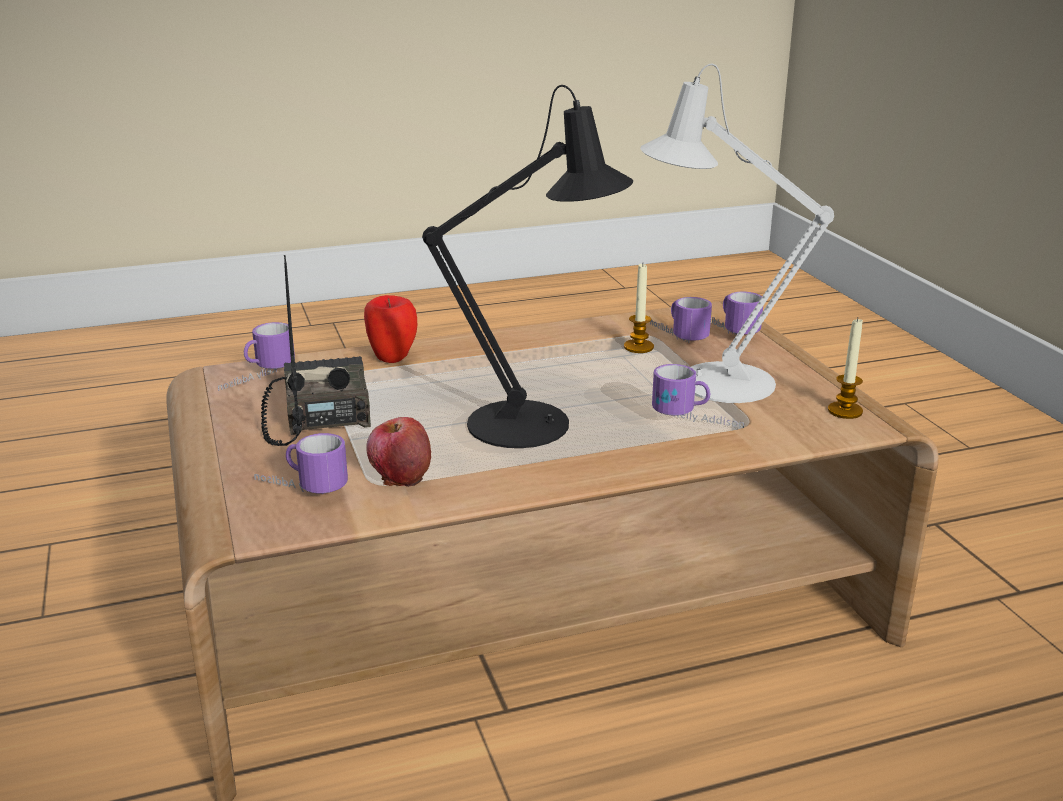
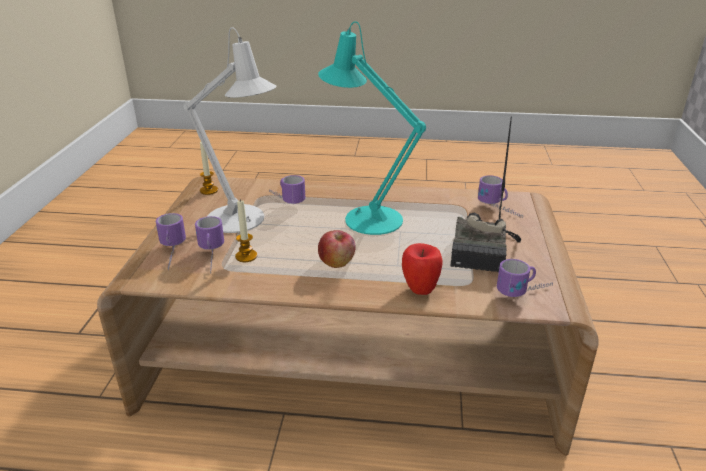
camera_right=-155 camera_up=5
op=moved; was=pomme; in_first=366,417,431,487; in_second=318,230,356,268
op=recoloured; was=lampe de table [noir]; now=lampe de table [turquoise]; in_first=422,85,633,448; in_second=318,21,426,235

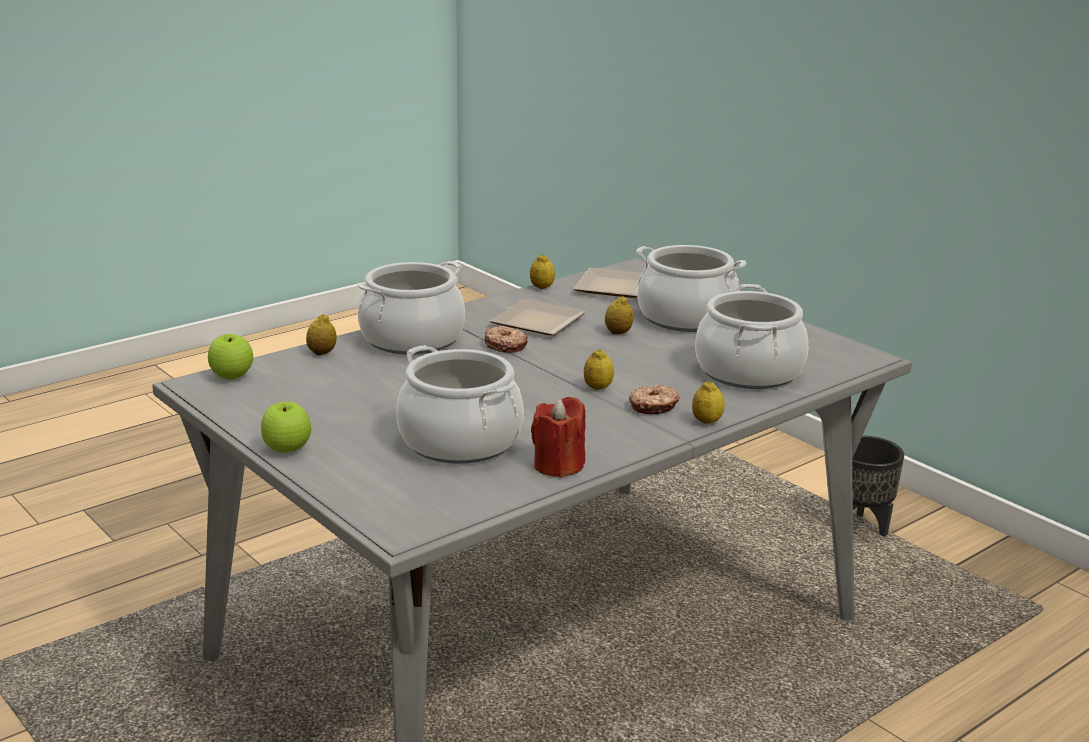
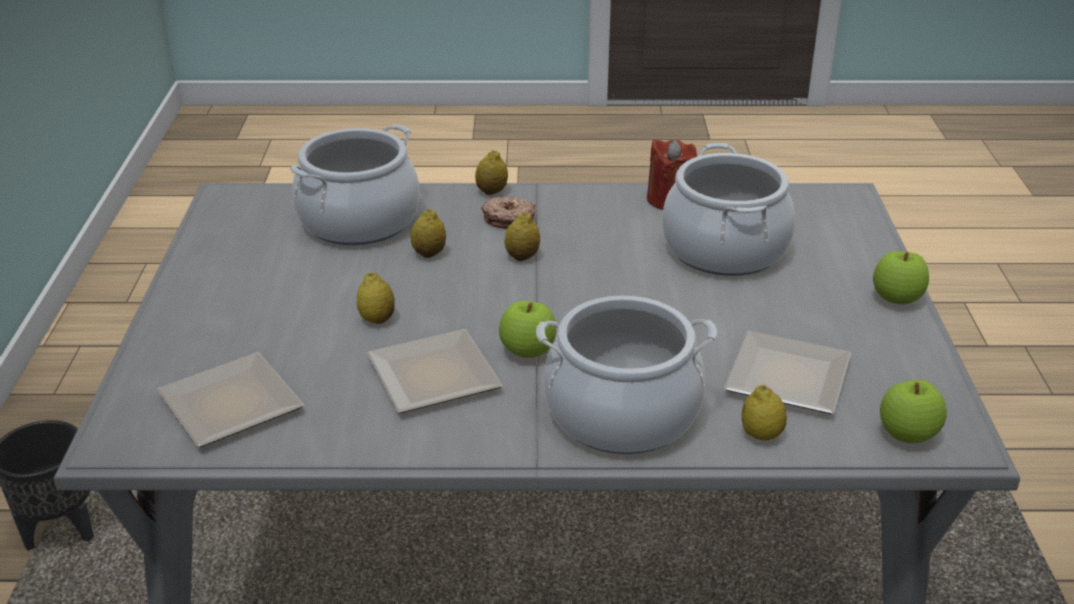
camera_right=-140 camera_up=10
op=removed; was=marmite; in_first=636,245,747,332
op=added; now=assiette; in_second=724,331,851,414
op=moved; was=citron; in_first=530,254,555,289; in_second=411,209,446,258
op=replaced; was=beignet; now=pomme; in_first=485,326,528,353; in_second=499,301,556,358

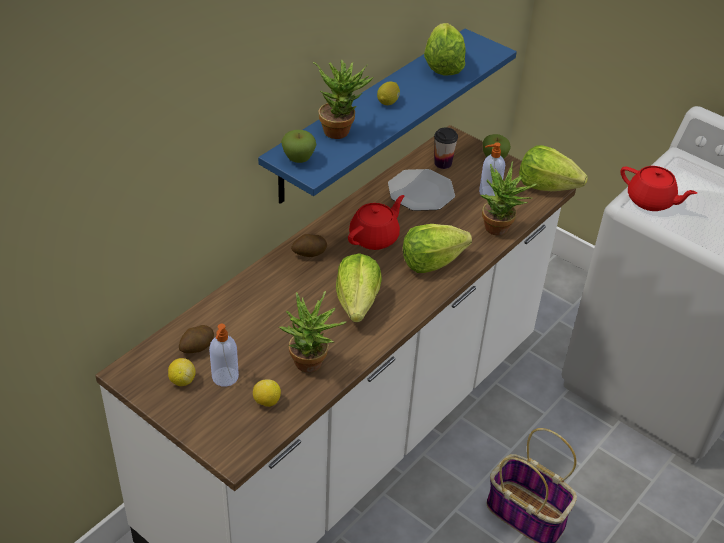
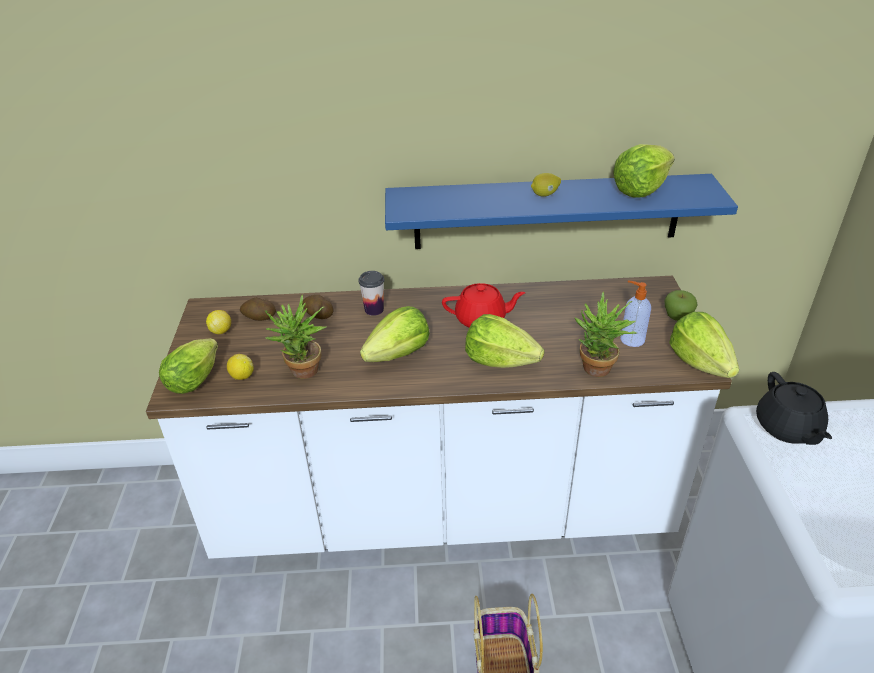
camera_right=50 camera_up=-5
op=removed; was=distributeur de savon; in_first=209,324,239,387
op=removed; was=pomme; in_first=281,130,317,163
op=removed; was=plante en pot; in_first=313,59,374,139
op=removed; was=assiette; in_first=388,169,455,211
op=added; now=laitue; in_second=159,338,218,394
op=moved; was=pomme de terre; in_first=291,234,327,257; in_second=303,295,334,319
op=moved; was=tasse; in_first=434,127,458,169; in_second=358,271,384,316
op=recoloured; was=théière [rouge]; now=théière [noir]; in_first=620,166,697,211; in_second=756,372,832,445

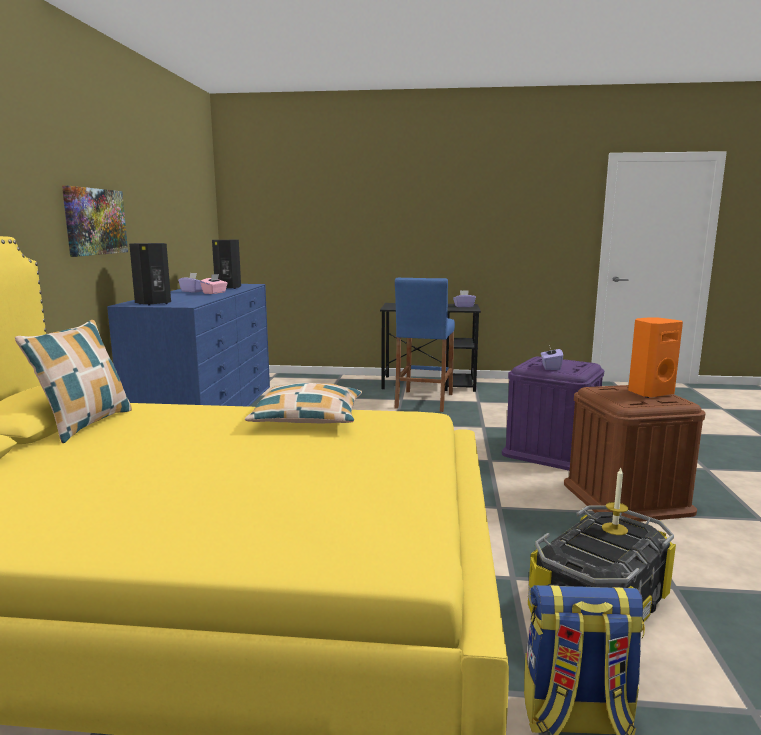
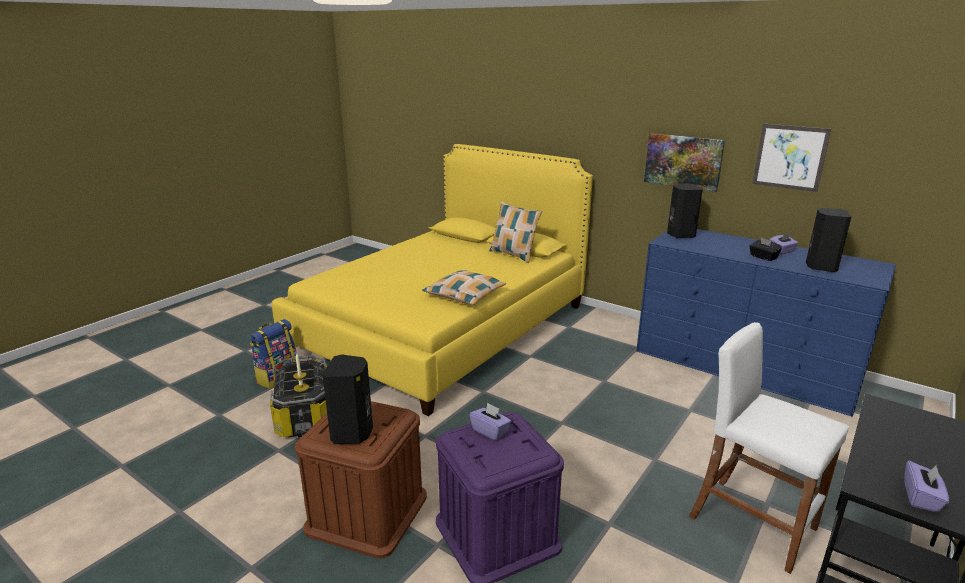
camera_right=120 camera_up=10
op=added; now=tableau; in_second=752,124,831,192
op=recoloured; was=boîte à mouchoirs [rose]; now=boîte à mouchoirs [noir]; in_first=200,274,228,294; in_second=749,238,782,261
op=recoloured; was=tabouret [bleu]; now=tabouret [blanc]; in_first=395,278,455,412; in_second=689,322,849,574
op=recoloured; was=enceinte [orange]; now=enceinte [noir]; in_first=628,317,683,398; in_second=322,354,373,444

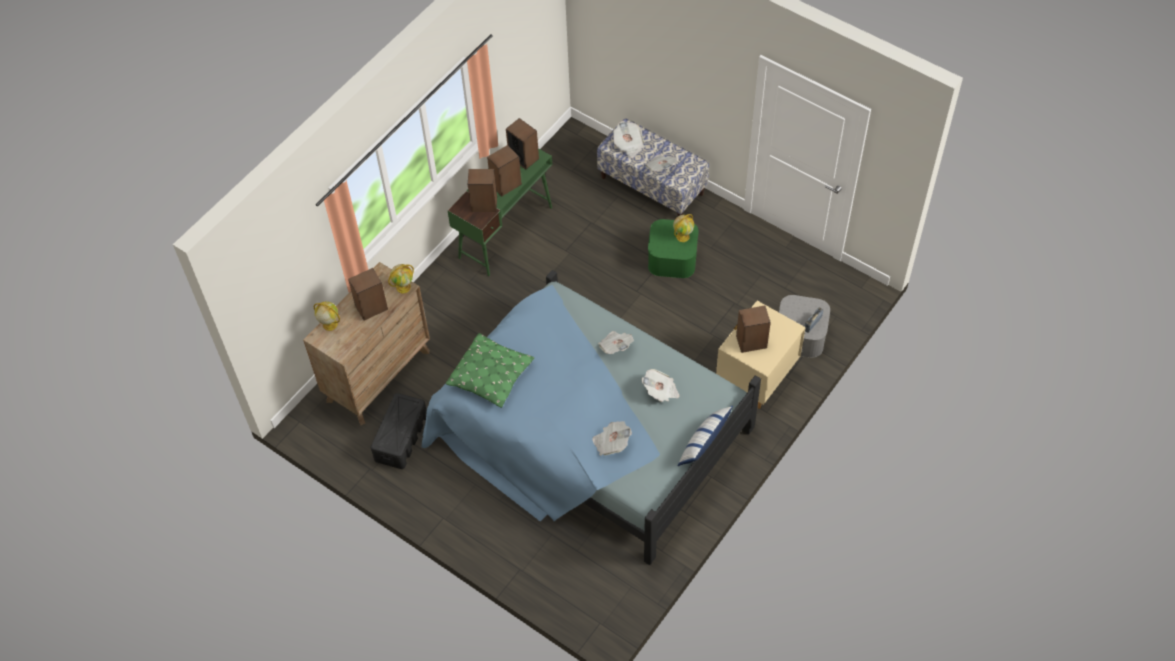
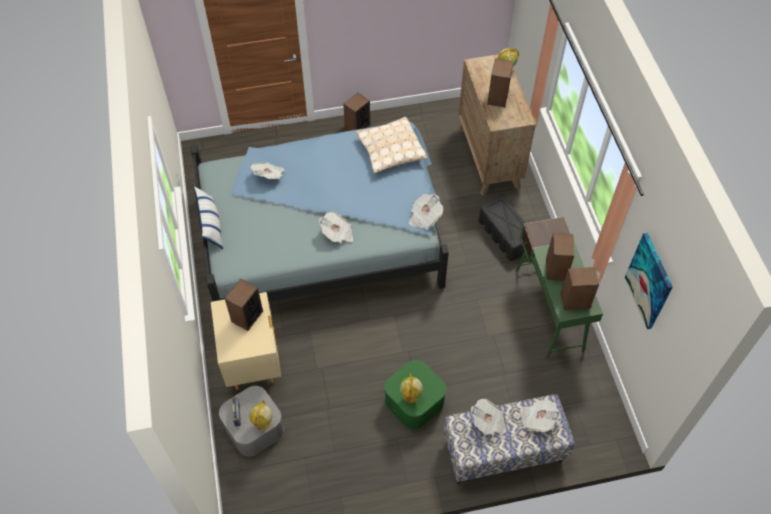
camera_right=130 camera_up=0
op=added; now=tableau; in_second=625,233,673,329
op=moved; was=boîte de rangement [noir]; in_first=371,393,427,469; in_second=479,196,525,261
op=moved; was=globe; in_first=388,264,414,293; in_second=249,400,273,430
op=moved; was=enceinte; in_first=468,169,497,212; in_second=343,93,370,131
op=moved; was=journal; in_first=642,369,680,402; in_second=409,194,443,230
op=recoloured; was=coussin [vert]; now=coussin [beige]; in_first=446,333,534,408; in_second=356,117,427,173

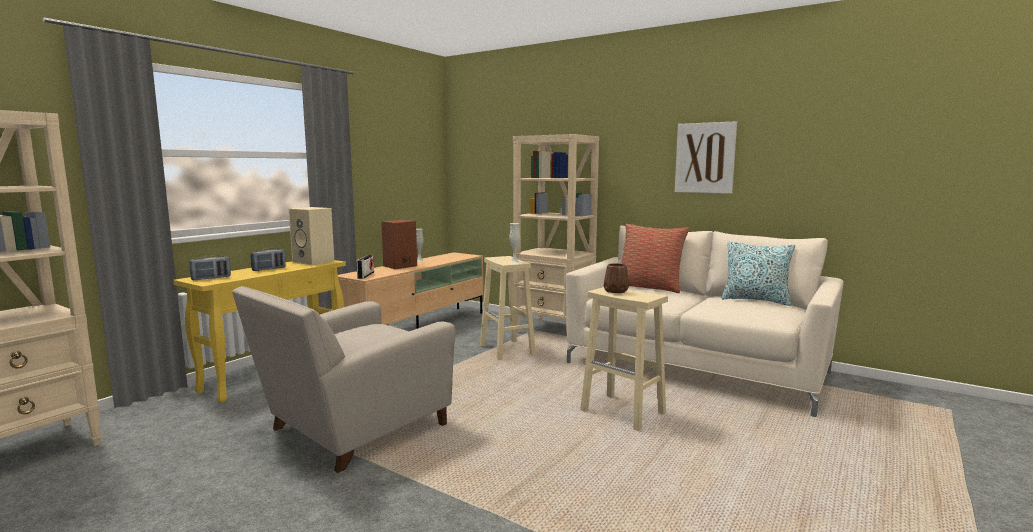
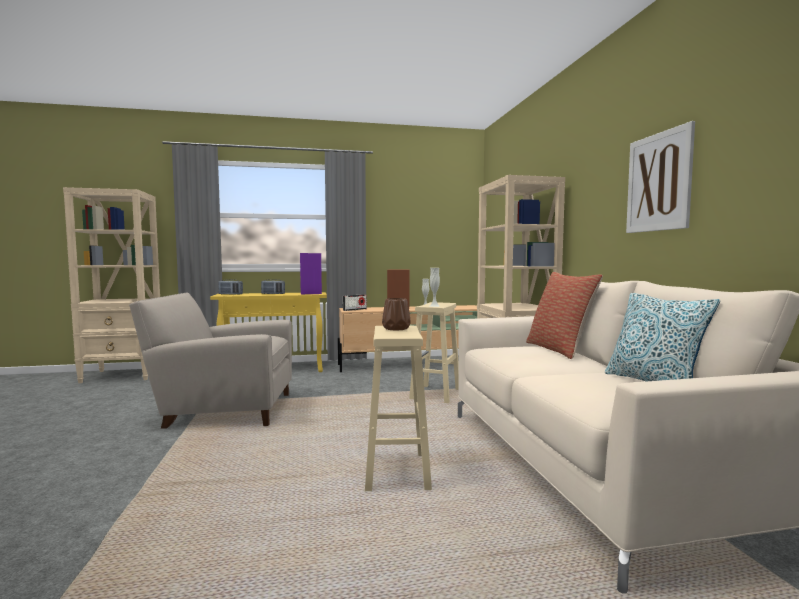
camera_right=45 camera_up=-5
op=recoloured; was=enceinte [beige]; now=enceinte [violet]; in_first=289,207,334,265; in_second=300,253,322,294

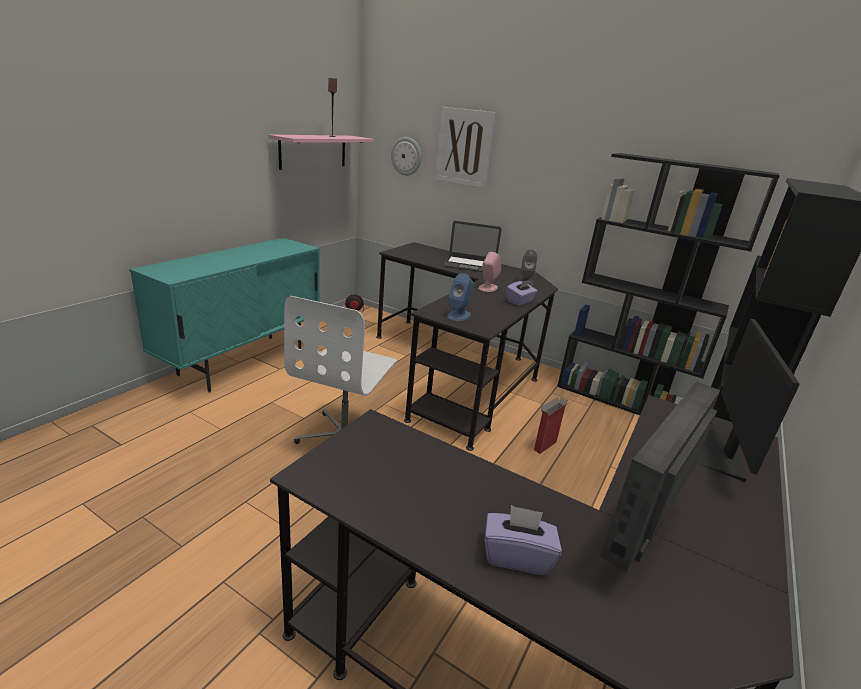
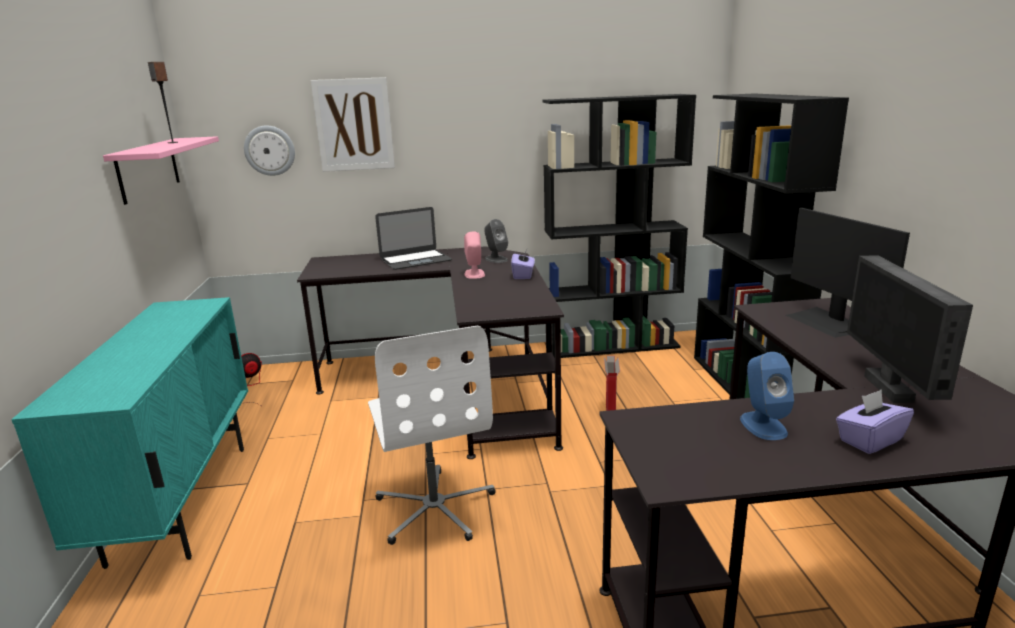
camera_right=-35 camera_up=-5
op=moved; was=enceinte [bleu]; in_first=447,273,474,321; in_second=740,352,794,440

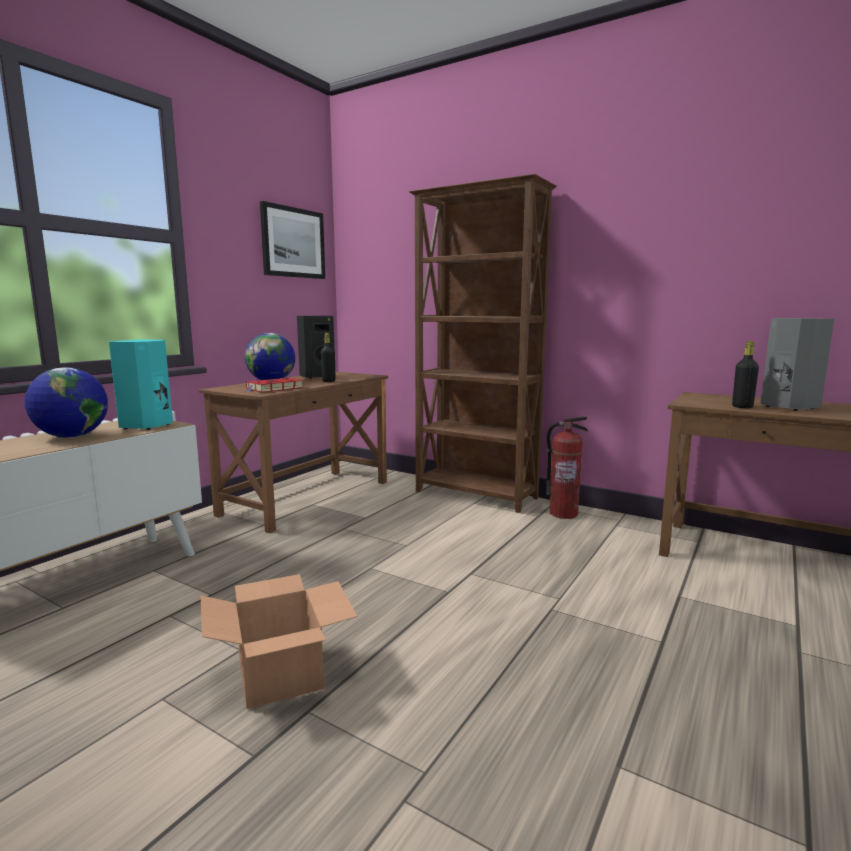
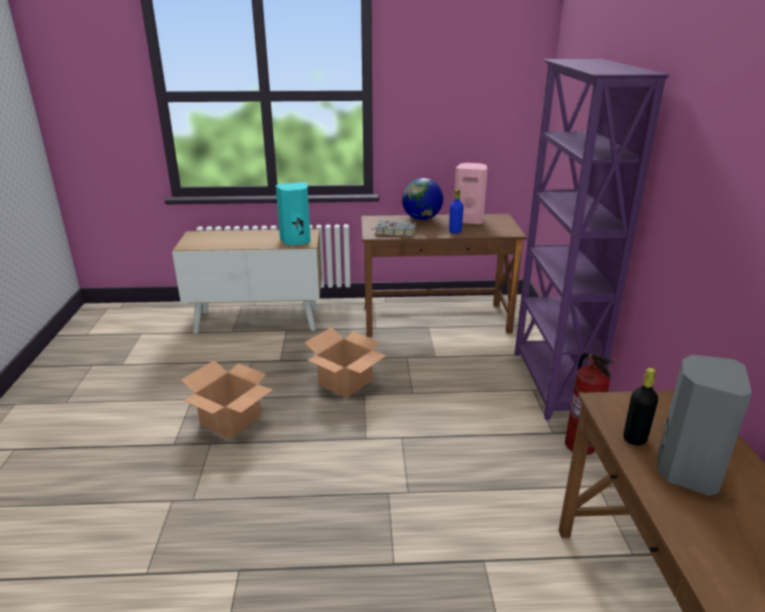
camera_right=55 camera_up=15
op=removed; was=globe; in_first=25,368,108,438
op=removed; was=tableau; in_first=260,201,325,279
op=added; now=carton; in_second=304,327,387,398
op=recoloured; was=livre [rouge]; now=livre [gris]; in_first=244,378,304,392; in_second=370,220,416,236
op=recoloured; was=enceinte [noir]; now=enceinte [rose]; in_first=297,316,334,379; in_second=454,163,487,224
op=recoloured; was=bouteille [noir]; now=bouteille [bleu]; in_first=321,333,335,382; in_second=449,189,464,234
op=recoloured; was=bibliothèque [marron]; now=bibliothèque [violet]; in_first=409,174,557,513; in_second=515,59,669,420

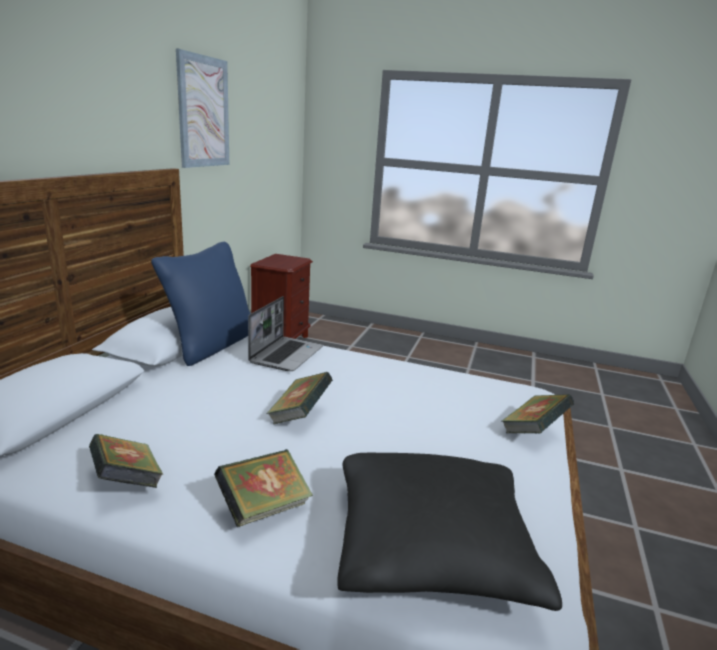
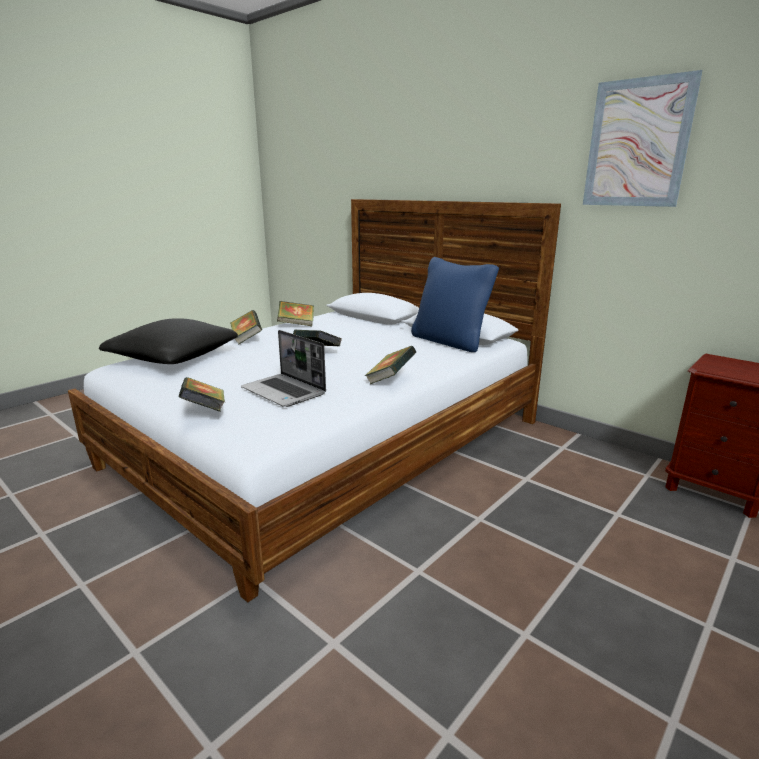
camera_right=115 camera_up=0
op=added; now=livre; in_second=364,346,417,384
op=moved; was=ordinateur portable; in_first=248,296,323,371; in_second=241,330,326,407

